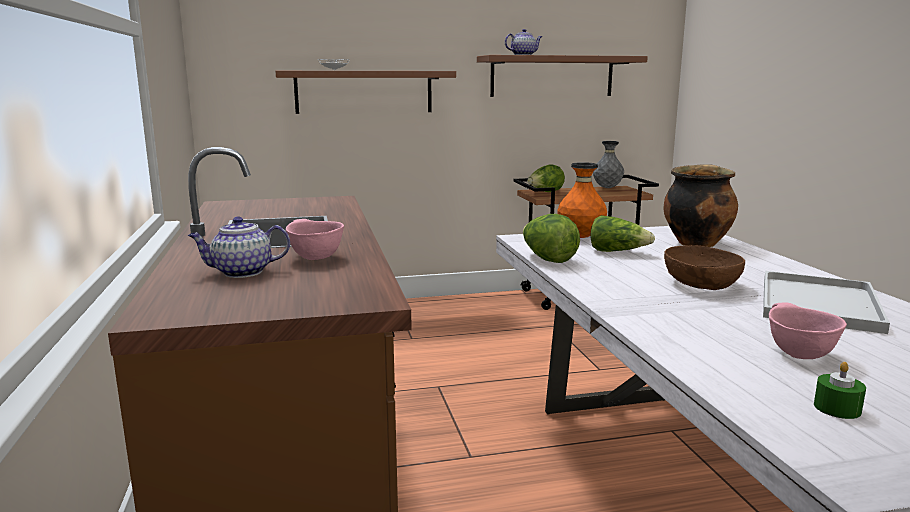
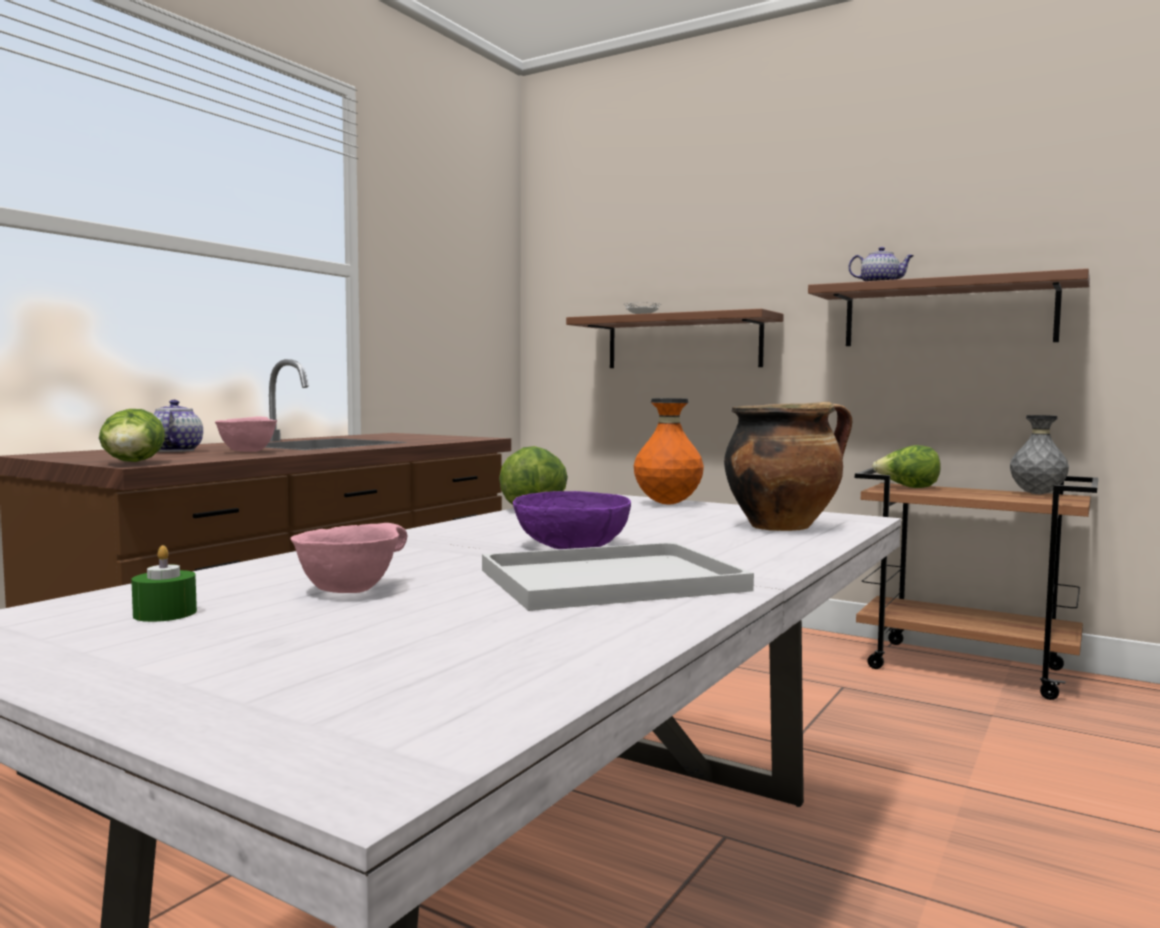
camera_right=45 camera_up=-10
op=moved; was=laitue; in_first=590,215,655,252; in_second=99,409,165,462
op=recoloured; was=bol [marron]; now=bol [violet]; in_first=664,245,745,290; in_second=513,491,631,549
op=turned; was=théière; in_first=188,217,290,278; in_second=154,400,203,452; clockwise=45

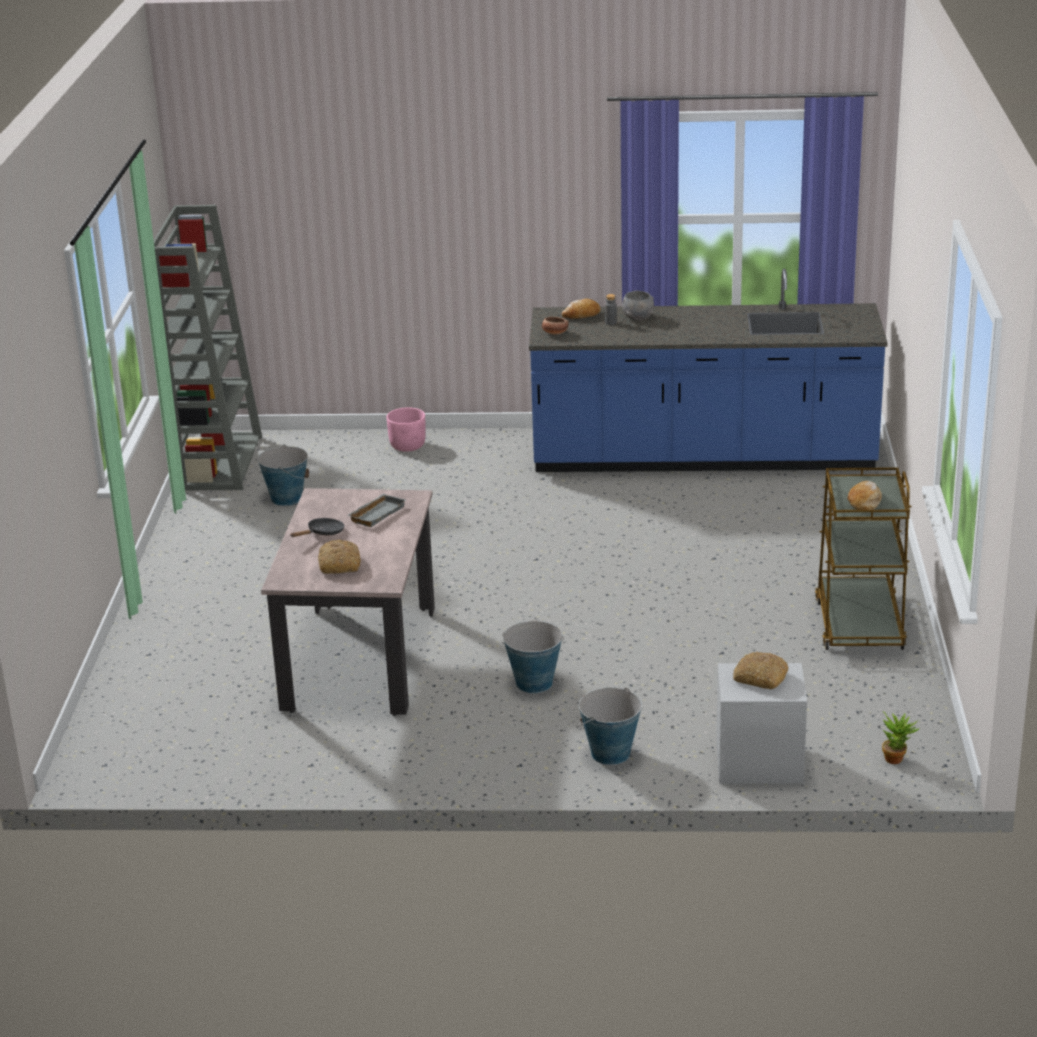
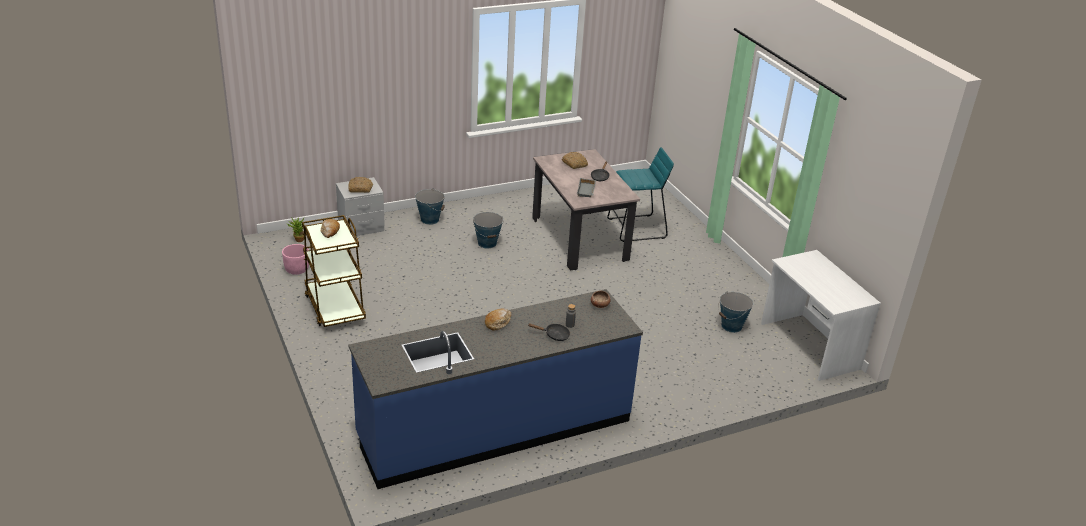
camera_right=150 camera_up=5
op=added; now=tabouret [turquoise]; in_second=607,147,674,242
op=moved; was=cache-pot [rose]; in_first=386,408,426,452; in_second=282,244,309,275
op=moved; was=pain; in_first=562,299,601,319; in_second=485,309,511,331
op=replaced; was=bibliothèque [gris]; now=bureau [blanc]; in_first=154,205,262,491; in_second=761,250,881,381
op=replaced; was=bol [gris]; now=poêle [noir]; in_first=622,291,654,321; in_second=528,323,570,341

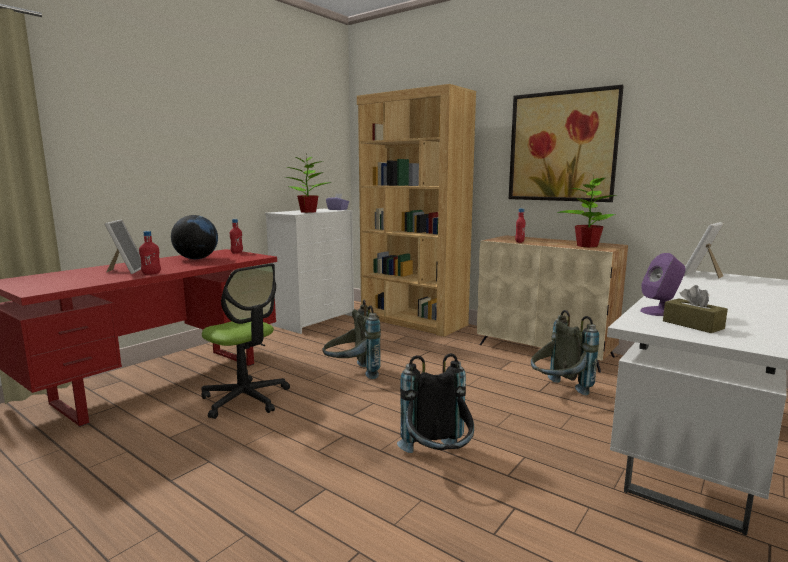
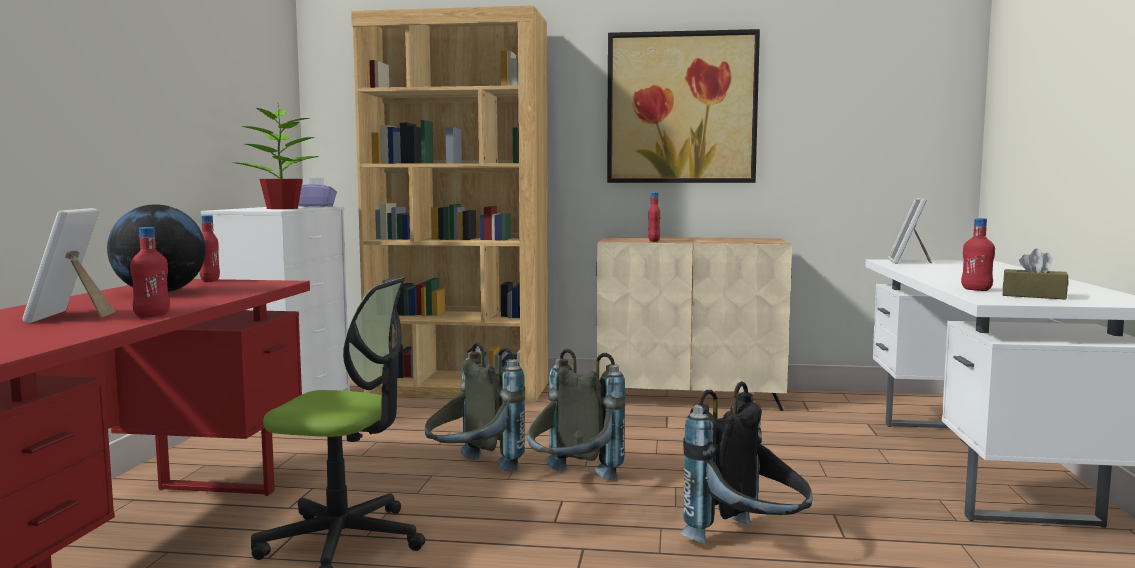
camera_right=-30 camera_up=-5
op=removed; was=plante en pot; in_first=557,174,618,248
op=moved; was=sac à dos [gris]; in_first=531,310,599,395; in_second=527,349,626,481
op=replaced; was=enceinte [violet]; now=bouteille [rouge]; in_first=640,253,686,316; in_second=961,218,995,291
op=turned; was=cadre photo; in_first=105,220,141,274; in_second=23,208,115,323; clockwise=-150

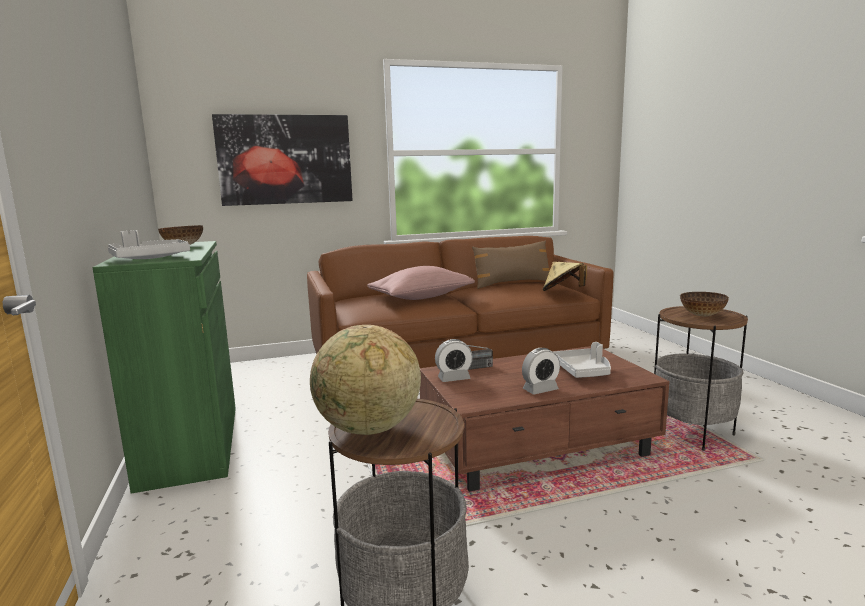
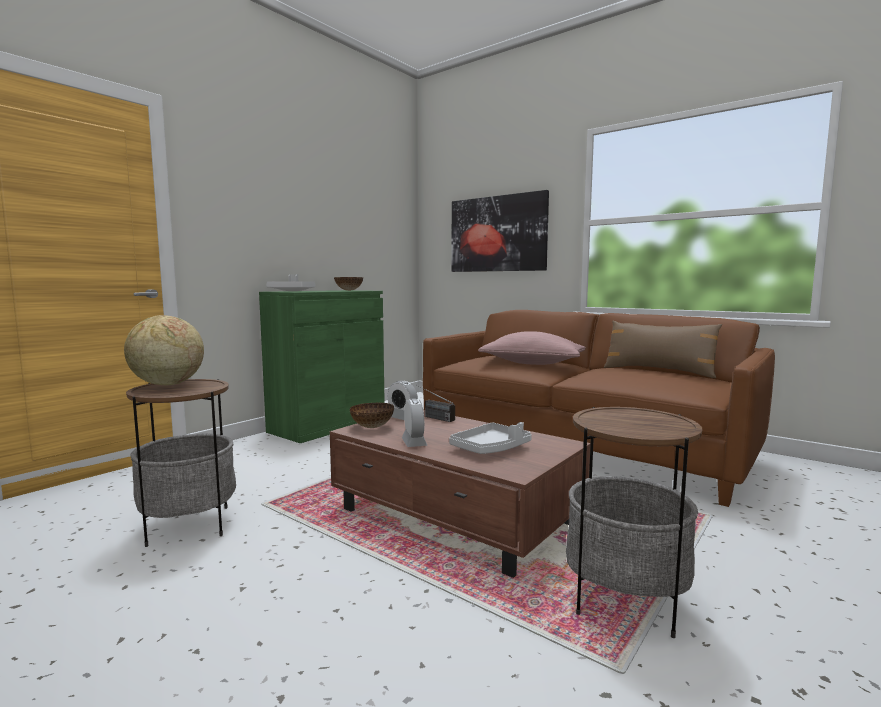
camera_right=55 camera_up=-5
op=removed; was=chapeau [beige]; in_first=543,262,587,291
op=moved; was=bol; in_first=680,292,729,316; in_second=350,403,394,428
op=turned; was=réveil; in_first=522,348,560,395; in_second=402,398,427,447; clockwise=-135

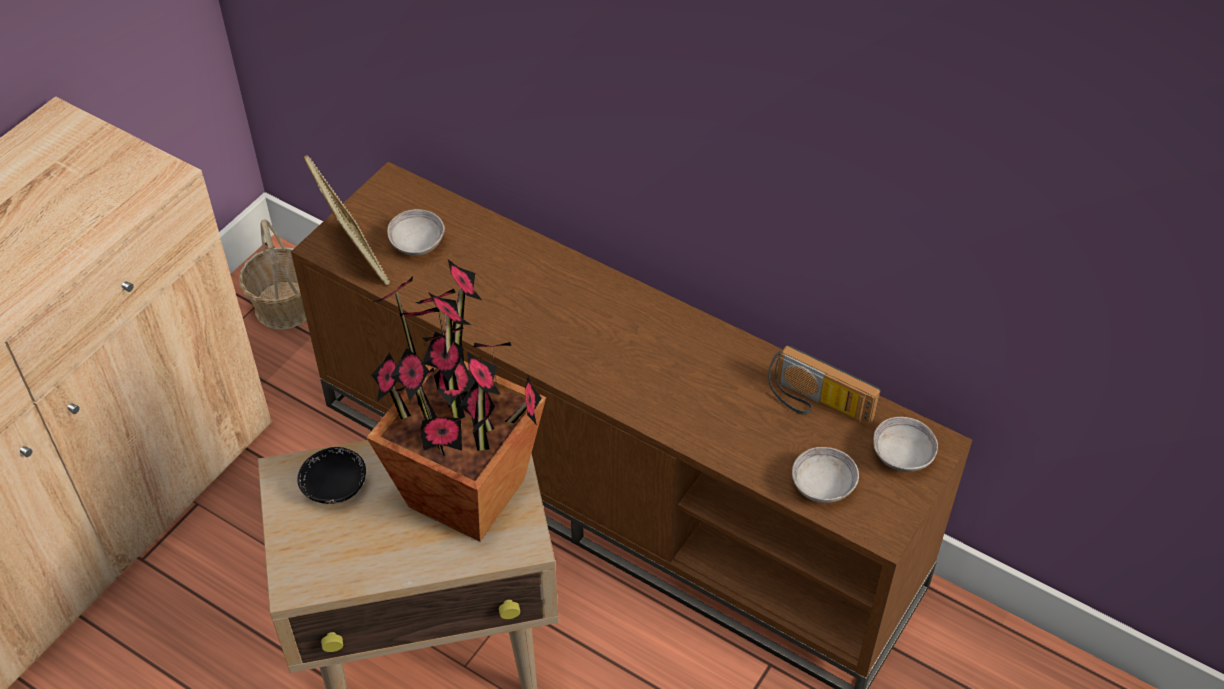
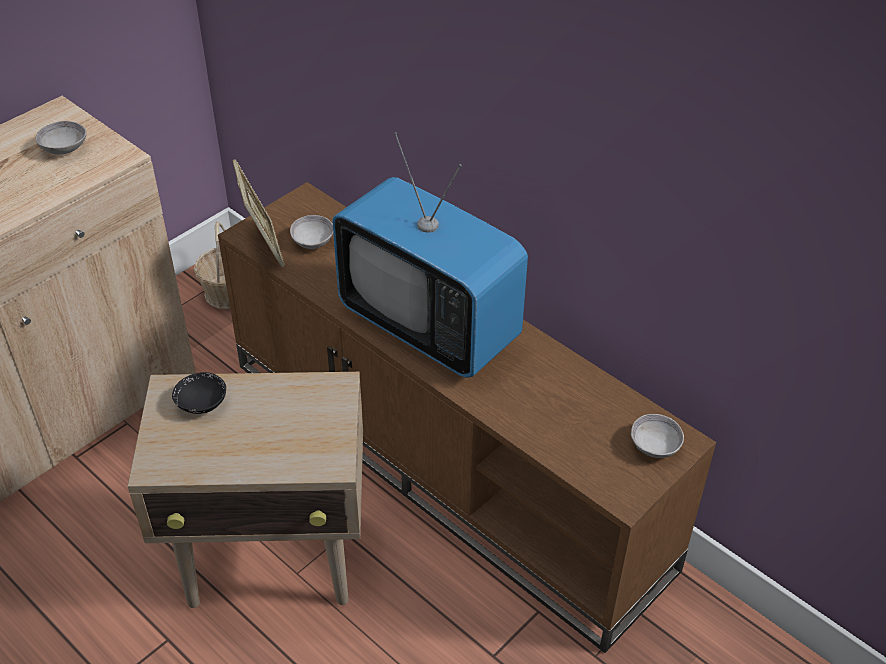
camera_right=10 camera_up=-5
op=removed; was=plante en pot; in_first=366,259,546,542
op=removed; was=radio; in_first=768,345,881,426
op=added; now=téléviseur; in_second=332,132,528,378
op=moved; was=bol [gris]; in_first=792,447,859,503; in_second=36,121,86,155

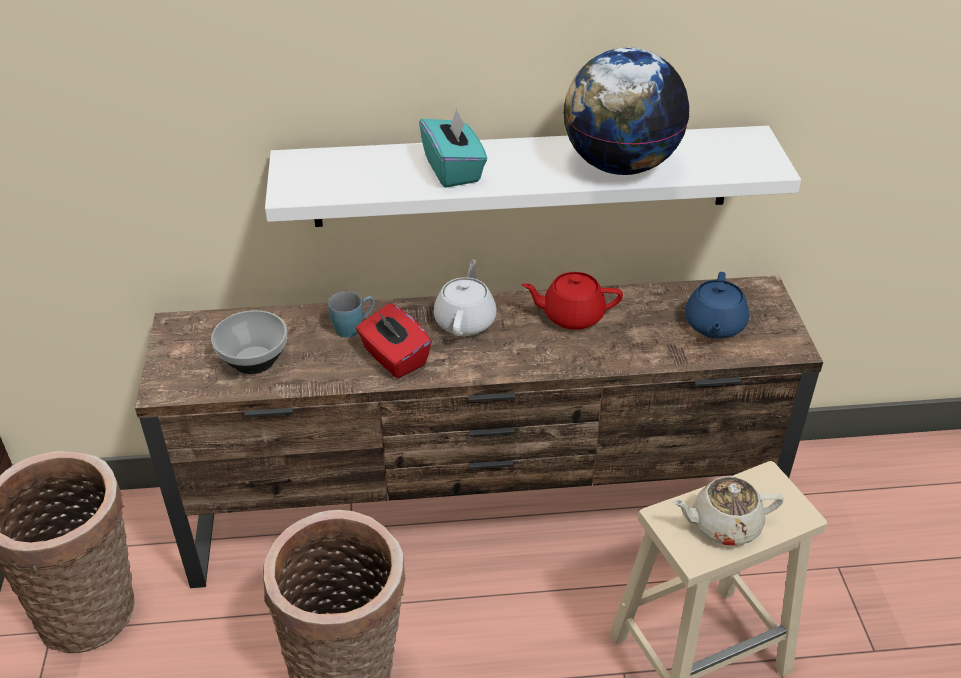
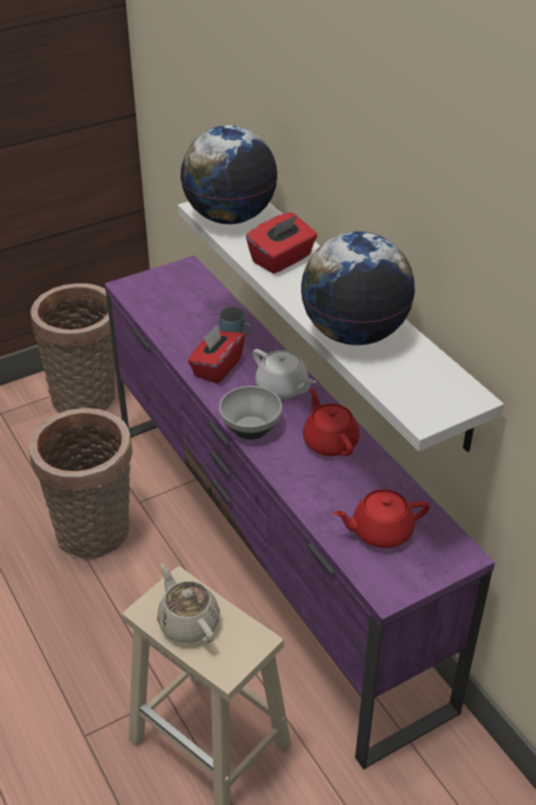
camera_right=65 camera_up=0
op=added; now=globe; in_second=180,125,278,224
op=moved; was=bol; in_first=211,310,287,374; in_second=219,386,282,440
op=recoloured; was=meuble télé [marron]; now=meuble télé [violet]; in_first=135,275,823,588; in_second=104,255,495,770
op=recoloured; was=boîte à mouchoirs [turquoise]; now=boîte à mouchoirs [rouge]; in_first=419,108,487,188; in_second=246,213,317,274
op=recoloured; was=théière [bleu]; now=théière [rouge]; in_first=685,272,749,339; in_second=333,489,430,548
op=turned; was=théière [blanc]; in_first=434,259,497,336; in_second=253,349,316,399; clockwise=60

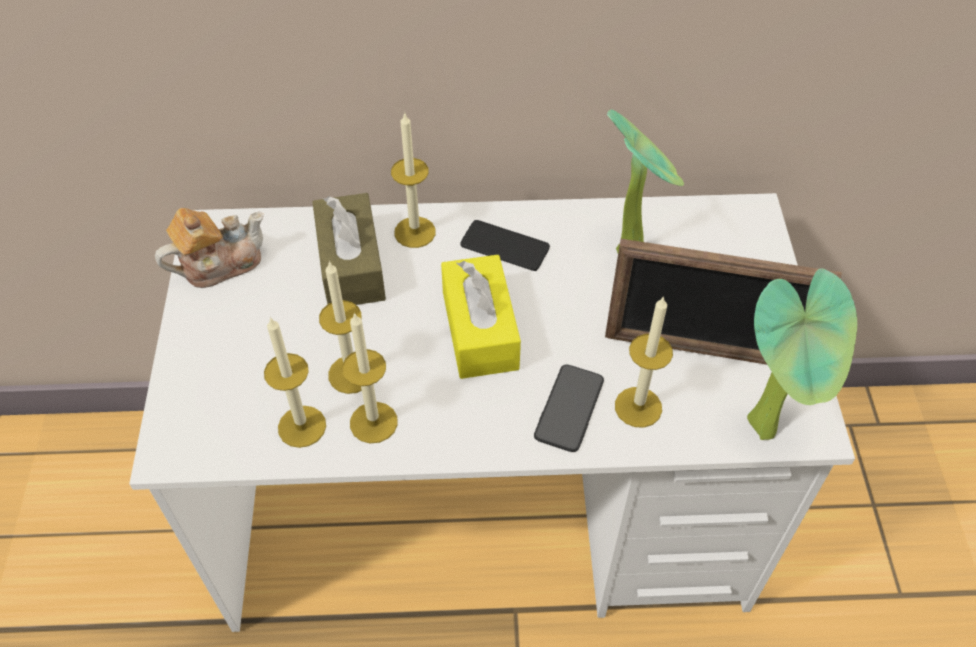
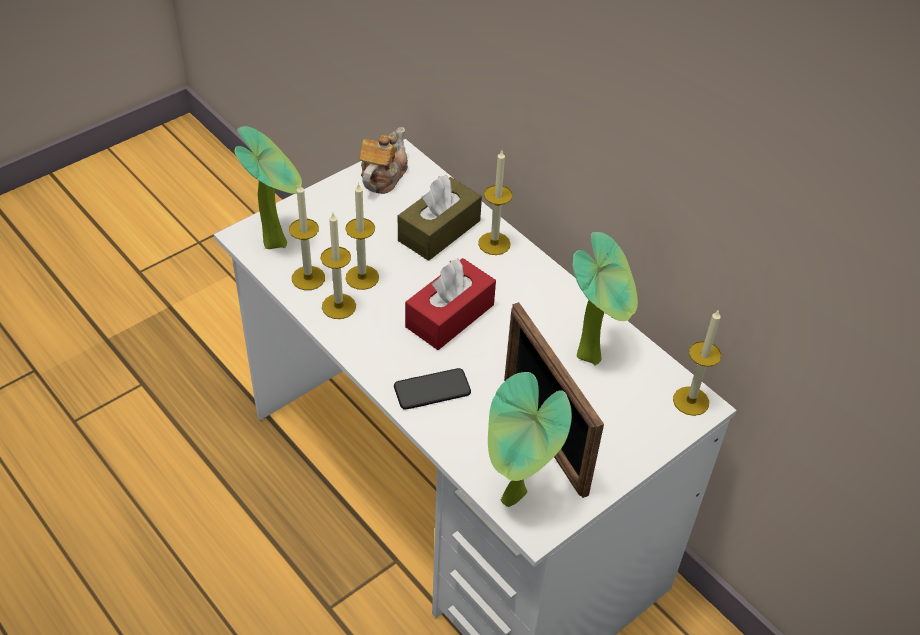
camera_right=50 camera_up=-5
op=removed; was=téléphone; in_first=460,220,550,271
op=added; now=plante en pot; in_second=235,126,302,249
op=moved; was=bougie; in_first=615,296,673,428; in_second=673,309,721,416
op=recoloured; was=boîte à mouchoirs [jaune]; now=boîte à mouchoirs [rouge]; in_first=441,255,521,379; in_second=405,258,496,350
op=turned; was=théière; in_first=155,208,264,288; in_second=360,127,408,194; clockwise=-90

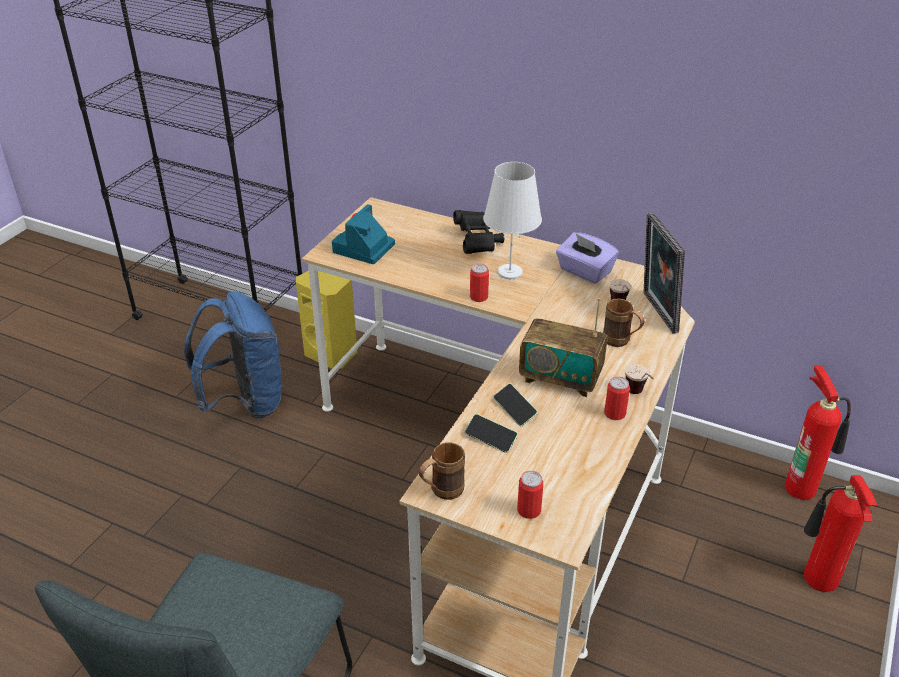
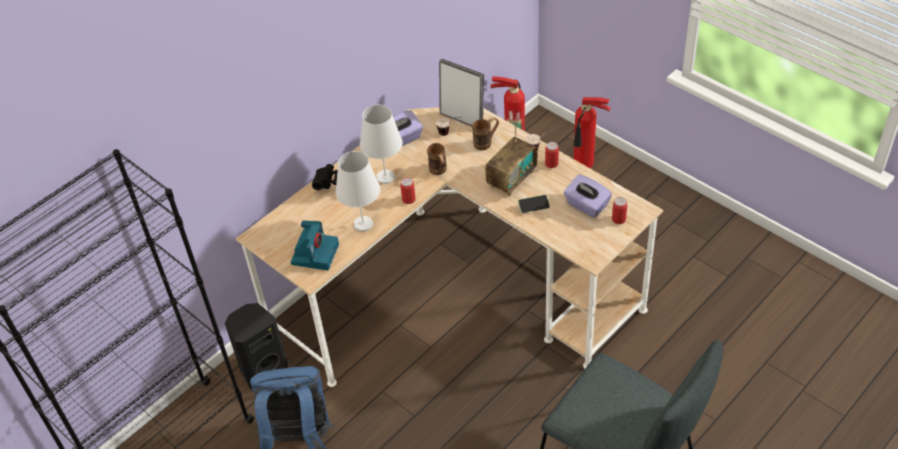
camera_right=-70 camera_up=10
op=removed; was=téléphone; in_first=465,414,518,453
op=added; now=lampe de table [blanc]; in_second=335,151,380,231
op=added; now=boîte à mouchoirs [violet]; in_second=564,175,612,218
op=moved; was=mug [marron]; in_first=419,442,465,500; in_second=427,143,447,175
op=recoloured; was=enceinte [jaune]; now=enceinte [noir]; in_first=296,271,357,369; in_second=225,303,288,389
op=turned; was=appareil photo; in_first=332,204,395,264; in_second=291,220,339,271; clockwise=-120
op=turned; was=cadre photo; in_first=643,212,685,334; in_second=439,59,484,126; clockwise=-150

